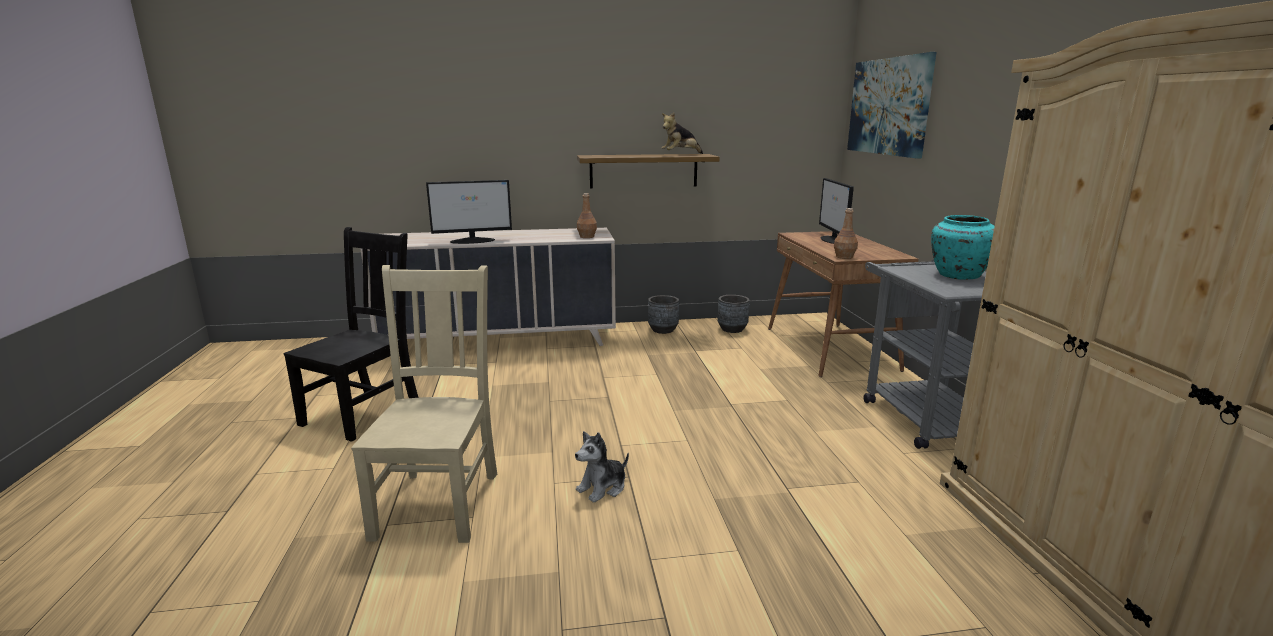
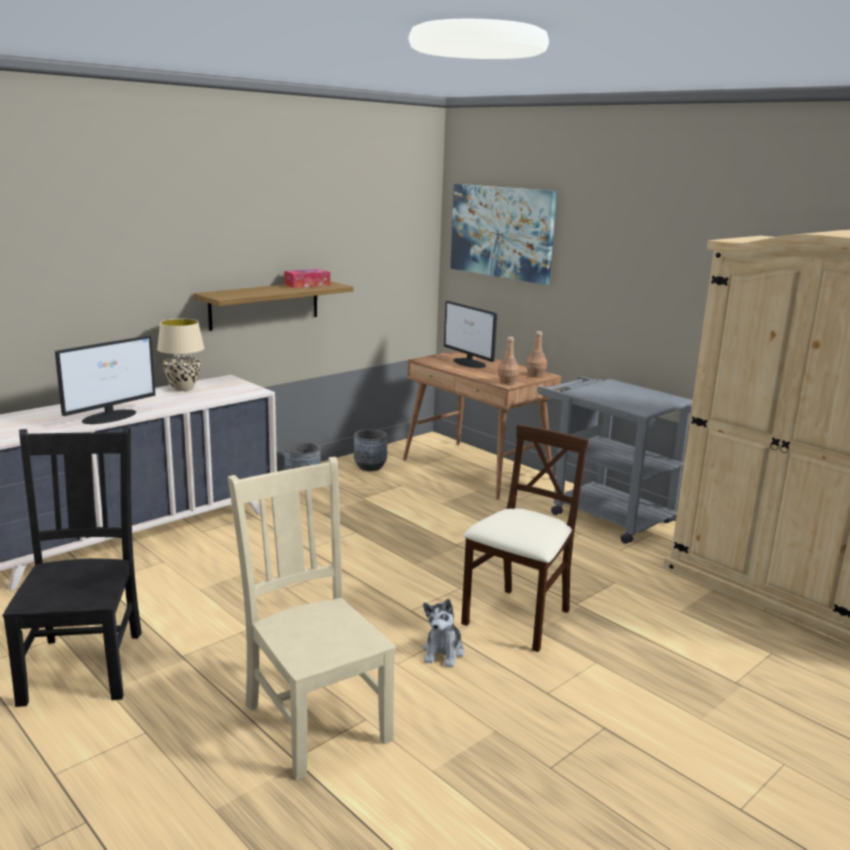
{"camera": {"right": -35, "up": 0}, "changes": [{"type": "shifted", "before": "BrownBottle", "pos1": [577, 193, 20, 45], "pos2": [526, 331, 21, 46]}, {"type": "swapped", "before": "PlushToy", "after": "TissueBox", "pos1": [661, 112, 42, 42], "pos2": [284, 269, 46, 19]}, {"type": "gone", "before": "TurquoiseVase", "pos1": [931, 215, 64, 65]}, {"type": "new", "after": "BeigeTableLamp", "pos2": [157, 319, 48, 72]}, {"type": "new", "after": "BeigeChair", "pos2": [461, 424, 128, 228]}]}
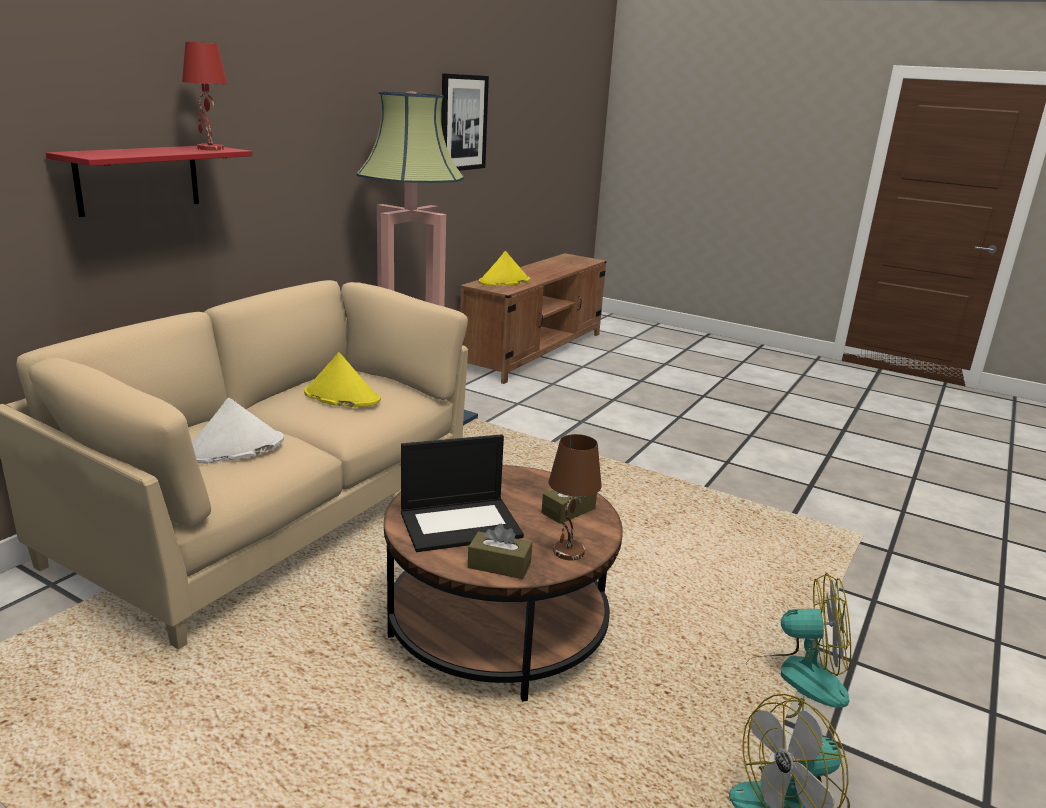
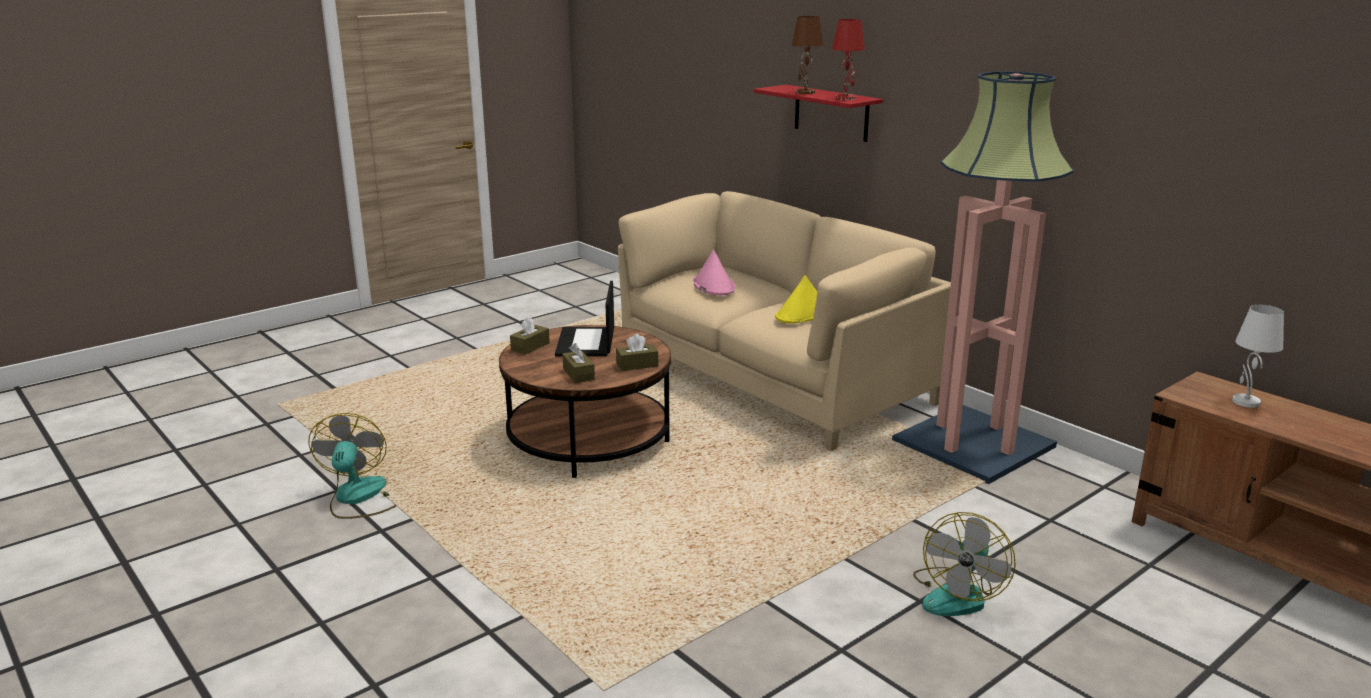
{"camera": {"right": 110, "up": 0}, "changes": [{"type": "repainted", "before": "WhiteHat", "after": "PinkHat", "pos1": [192, 398, 92, 65], "pos2": [693, 250, 42, 45]}, {"type": "gone", "before": "Picture", "pos1": [441, 73, 48, 98]}, {"type": "swapped", "before": "YellowHat", "after": "WhiteTableLamp", "pos1": [479, 251, 51, 35], "pos2": [1232, 305, 52, 103]}, {"type": "shifted", "before": "BrownTableLamp", "pos1": [549, 434, 53, 126], "pos2": [792, 16, 31, 78]}, {"type": "shifted", "before": "Fan", "pos1": [746, 573, 105, 145], "pos2": [913, 512, 103, 104]}, {"type": "new", "after": "BrownTissueBox", "pos2": [616, 334, 42, 37]}]}
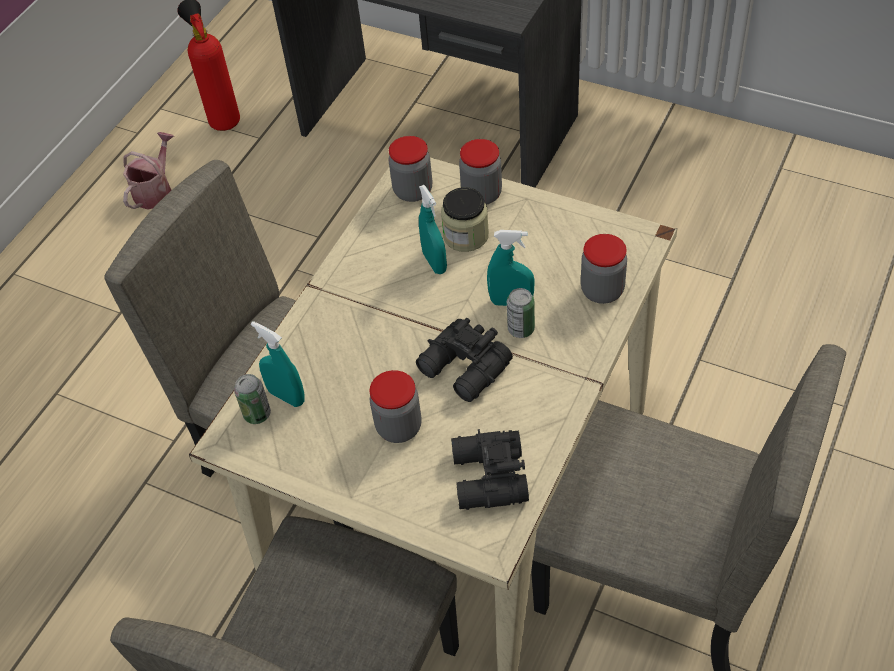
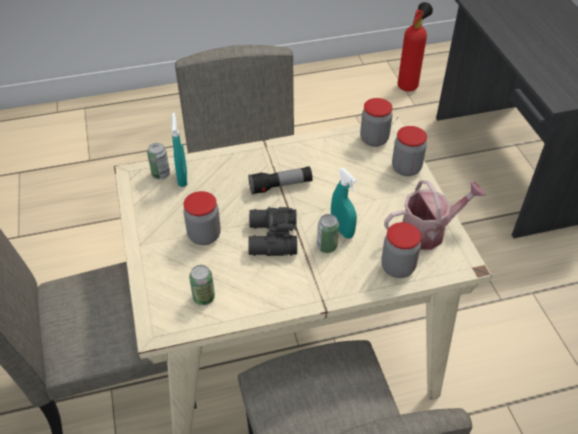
{"camera": {"right": 45, "up": -5}, "changes": [{"type": "shifted", "before": "WateringCan", "pos1": [123, 132, 51, 77], "pos2": [384, 180, 102, 70]}, {"type": "gone", "before": "TurquoiseSprayBottle", "pos1": [419, 185, 28, 89]}, {"type": "gone", "before": "Jar", "pos1": [441, 187, 48, 65]}, {"type": "swapped", "before": "BlackBinoculars", "after": "Can", "pos1": [451, 429, 78, 81], "pos2": [189, 265, 26, 40]}, {"type": "new", "after": "Flashlight", "pos2": [248, 166, 65, 29]}]}
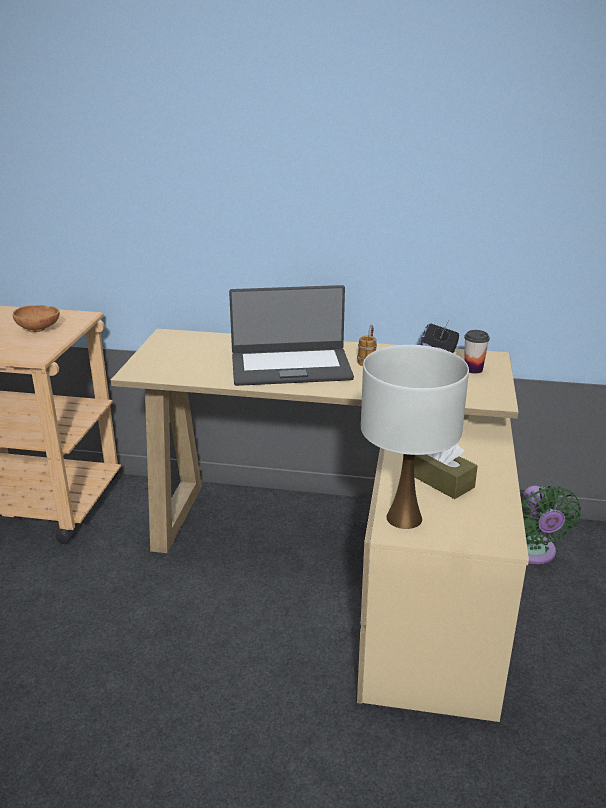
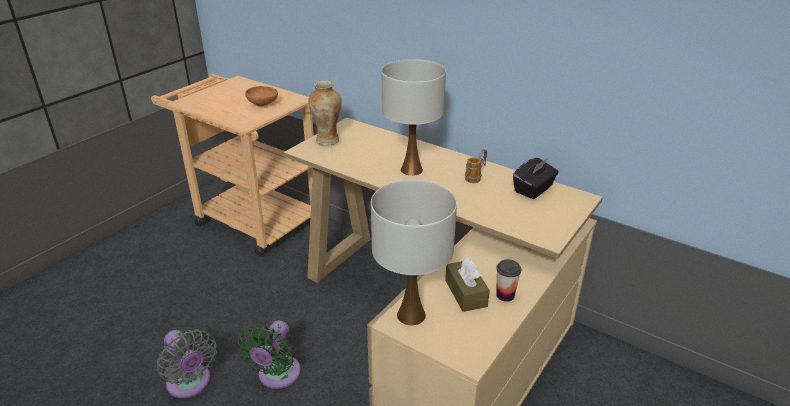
{"camera": {"right": 25, "up": 5}, "changes": [{"type": "swapped", "before": "Laptop", "after": "WhiteTableLamp", "pos1": [229, 285, 125, 101], "pos2": [382, 59, 64, 117]}, {"type": "shifted", "before": "Cup", "pos1": [464, 330, 26, 44], "pos2": [496, 259, 25, 43]}, {"type": "shifted", "before": "GreenFan", "pos1": [522, 486, 59, 78], "pos2": [238, 320, 63, 69]}, {"type": "new", "after": "GreyFan", "pos2": [157, 329, 60, 69]}, {"type": "new", "after": "Vase", "pos2": [308, 81, 34, 65]}]}
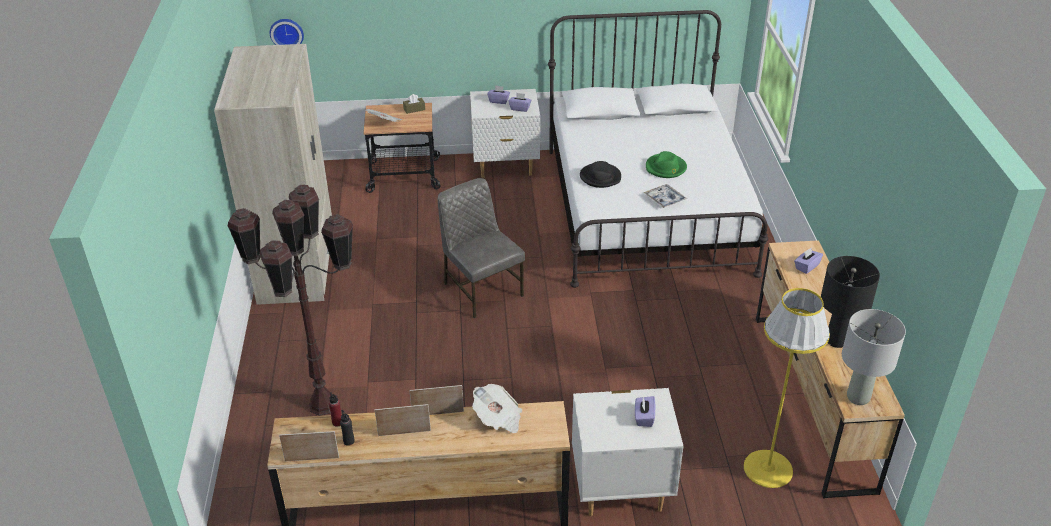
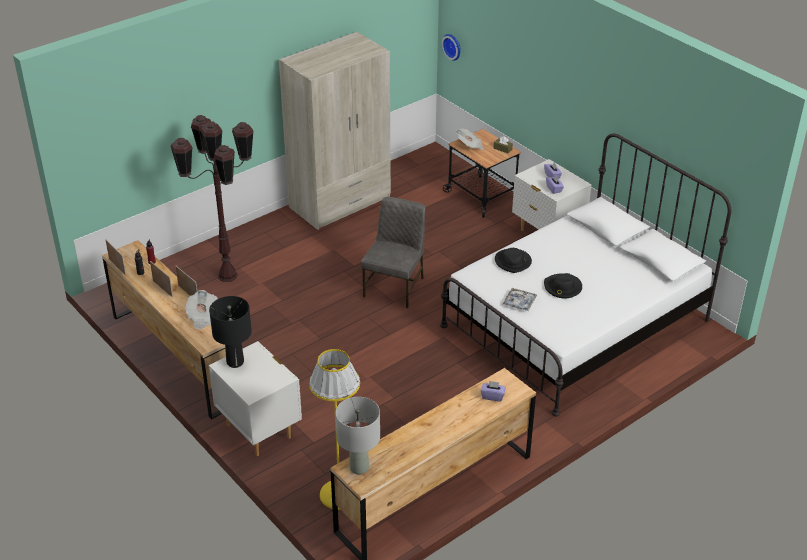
{"camera": {"right": 55, "up": 0}, "changes": [{"type": "gone", "before": "PurpleTissueBox", "pos1": [635, 396, 20, 31]}, {"type": "repainted", "before": "GreenHat", "after": "BlackHat", "pos1": [646, 151, 41, 27], "pos2": [544, 273, 38, 25]}, {"type": "shifted", "before": "BlackTableLamp", "pos1": [821, 256, 59, 92], "pos2": [209, 296, 43, 72]}]}
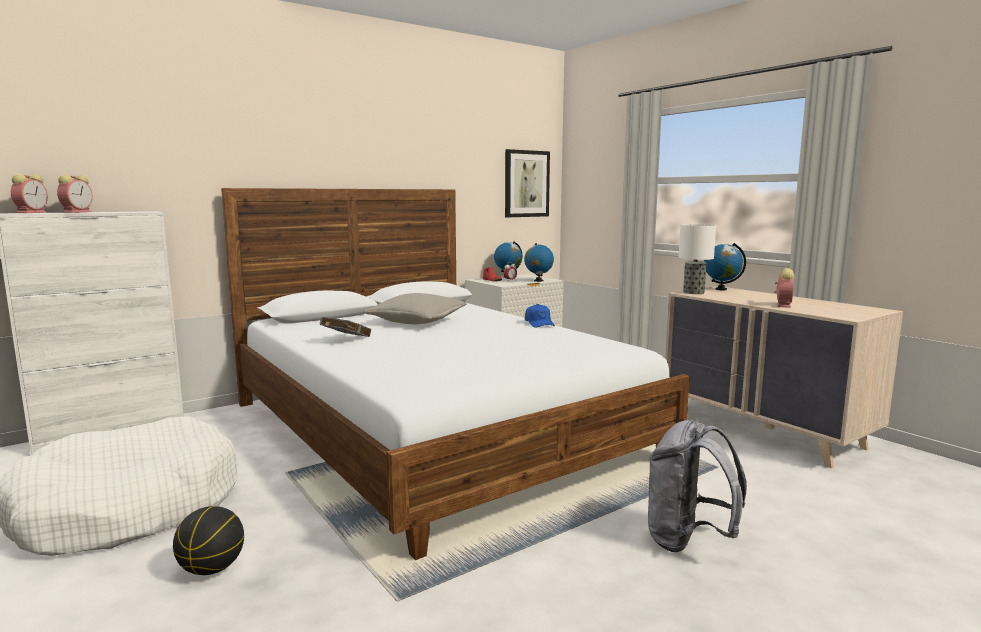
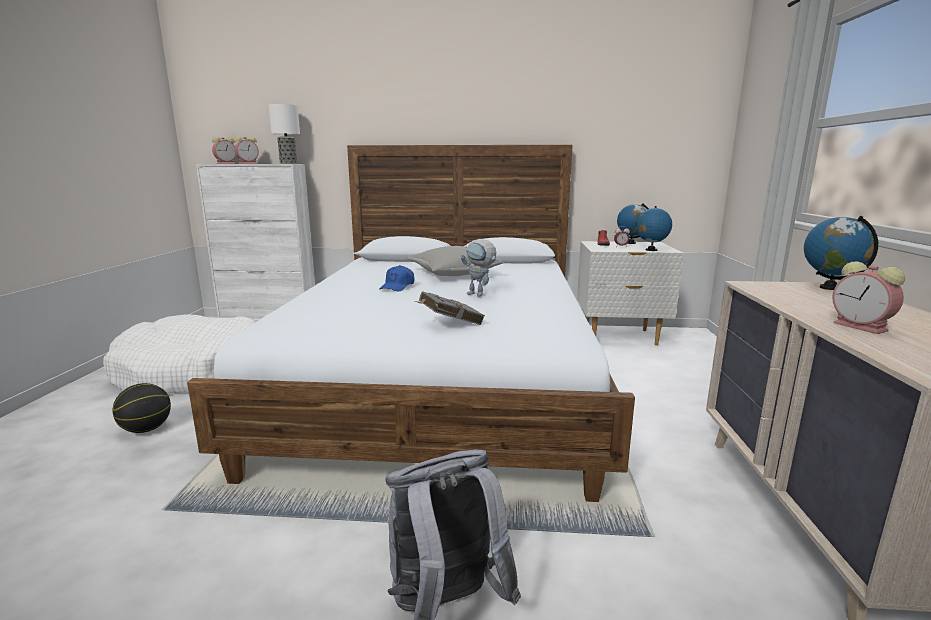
{"camera": {"right": 40, "up": 5}, "changes": [{"type": "shifted", "before": "GreyBook", "pos1": [320, 317, 52, 20], "pos2": [415, 291, 70, 34]}, {"type": "gone", "before": "Picture", "pos1": [505, 149, 45, 68]}, {"type": "shifted", "before": "BlueCap", "pos1": [525, 304, 30, 24], "pos2": [379, 265, 35, 27]}, {"type": "shifted", "before": "TableLamp", "pos1": [678, 224, 38, 70], "pos2": [268, 104, 32, 60]}, {"type": "rotated", "before": "AlarmClock", "pos1": [774, 268, 20, 40], "pos2": [832, 261, 73, 73], "turn": 90}, {"type": "new", "after": "ToyRobot", "pos2": [461, 239, 36, 58]}]}
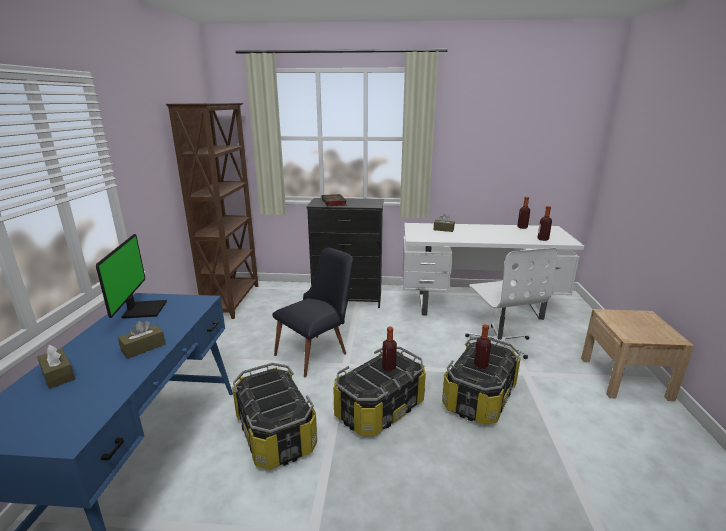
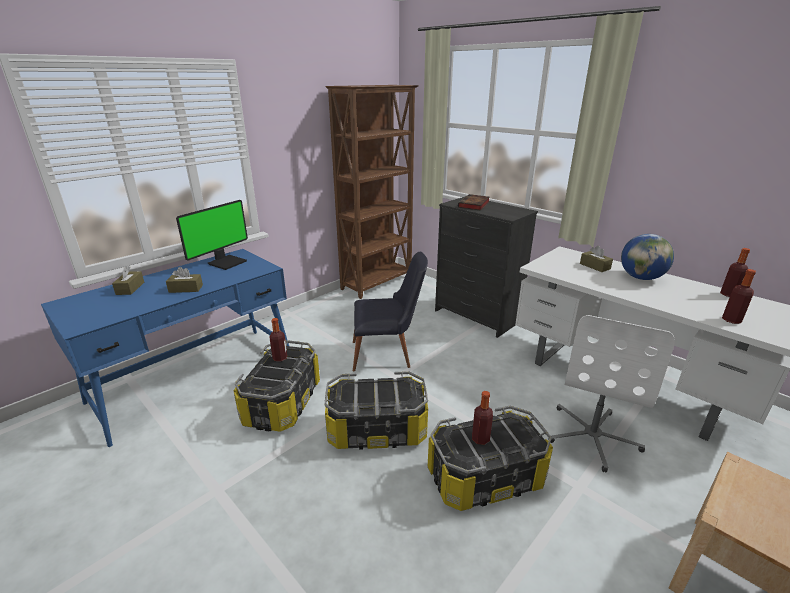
{"camera": {"right": 40, "up": 5}, "changes": [{"type": "shifted", "before": "Bottle", "pos1": [382, 327, 15, 44], "pos2": [269, 318, 18, 44]}, {"type": "new", "after": "Globe", "pos2": [621, 234, 53, 46]}]}
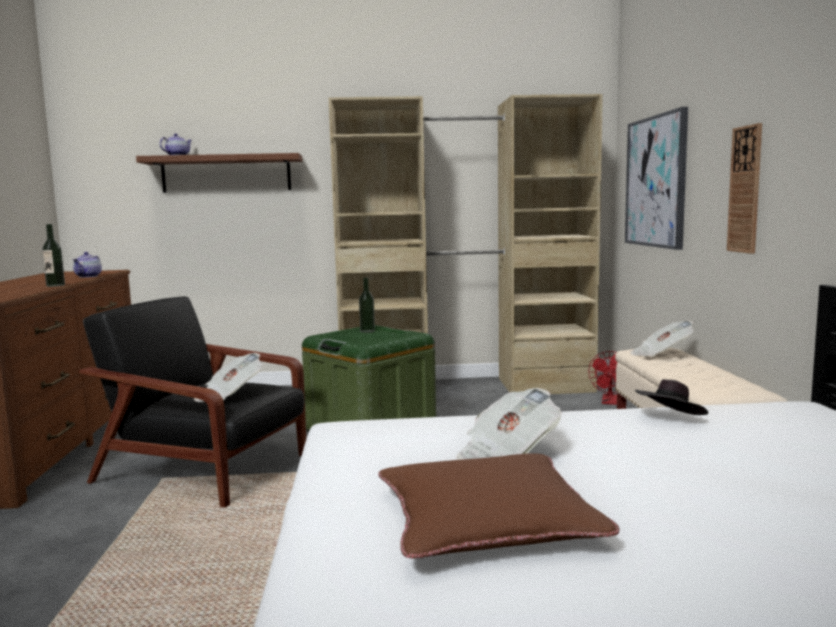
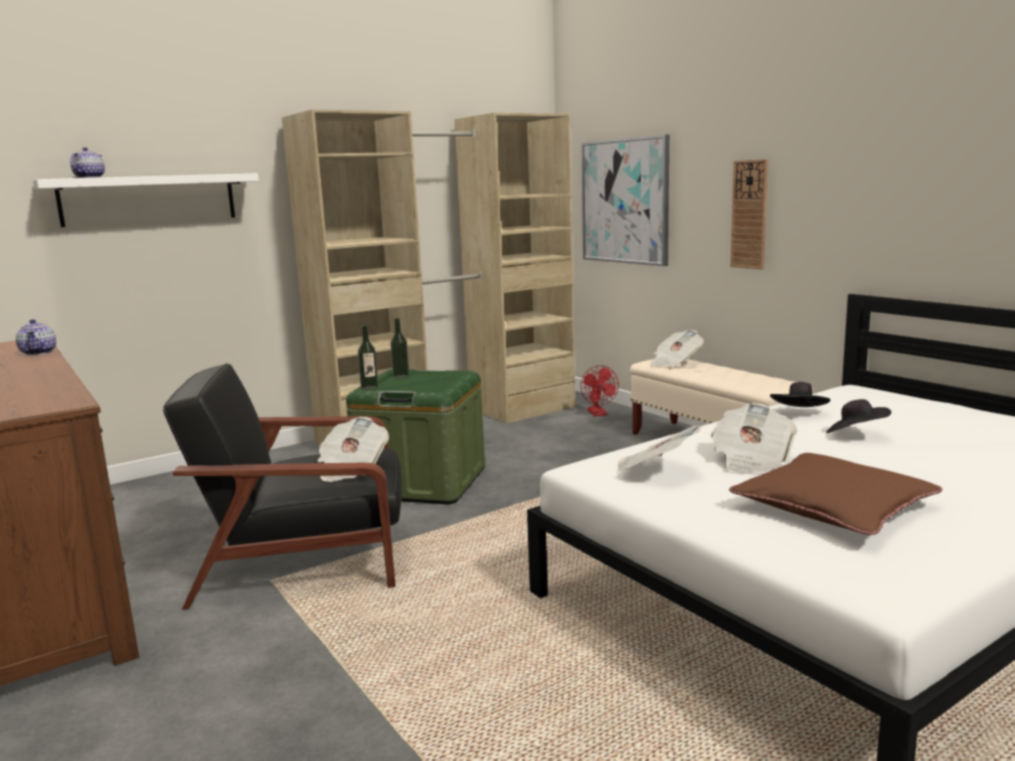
{"camera": {"right": -30, "up": 5}, "changes": [{"type": "shifted", "before": "Bottle", "pos1": [42, 224, 23, 63], "pos2": [358, 325, 20, 65]}, {"type": "repainted", "before": "BrownShelf", "after": "WhiteShelf", "pos1": [136, 153, 166, 40], "pos2": [33, 173, 226, 54]}, {"type": "new", "after": "Newspaper", "pos2": [616, 425, 85, 48]}, {"type": "new", "after": "BlackHat", "pos2": [826, 399, 65, 34]}]}
